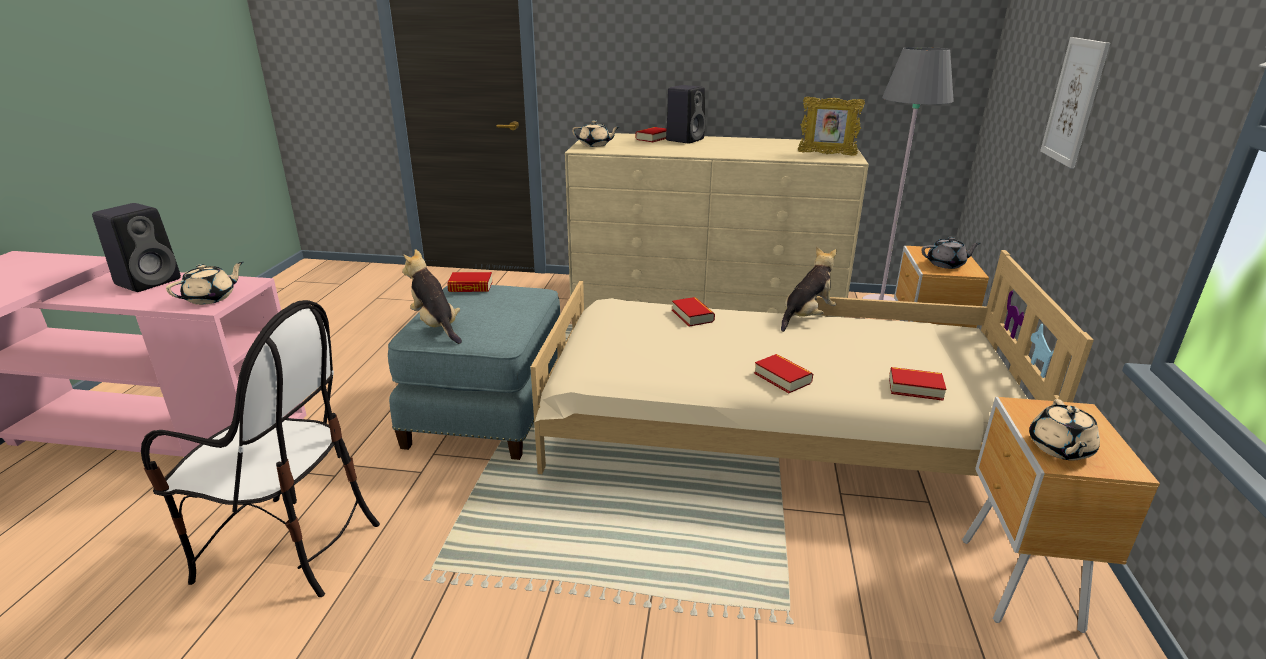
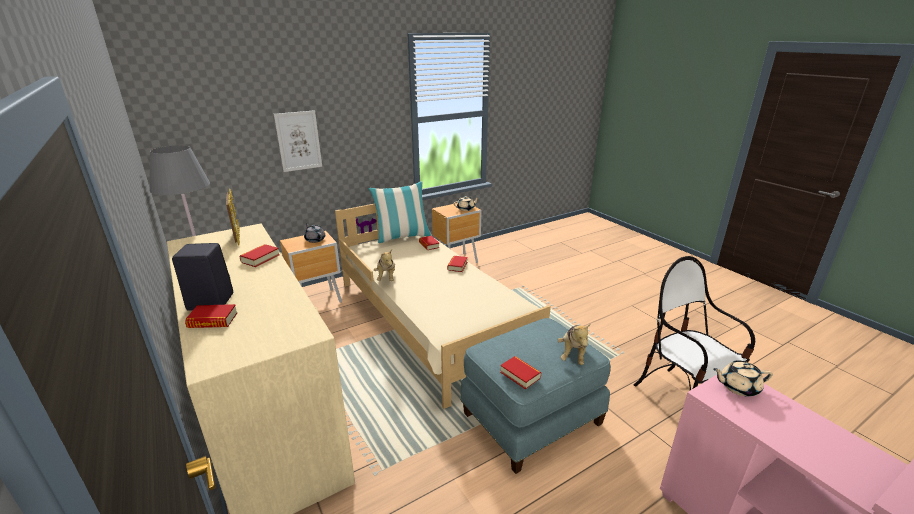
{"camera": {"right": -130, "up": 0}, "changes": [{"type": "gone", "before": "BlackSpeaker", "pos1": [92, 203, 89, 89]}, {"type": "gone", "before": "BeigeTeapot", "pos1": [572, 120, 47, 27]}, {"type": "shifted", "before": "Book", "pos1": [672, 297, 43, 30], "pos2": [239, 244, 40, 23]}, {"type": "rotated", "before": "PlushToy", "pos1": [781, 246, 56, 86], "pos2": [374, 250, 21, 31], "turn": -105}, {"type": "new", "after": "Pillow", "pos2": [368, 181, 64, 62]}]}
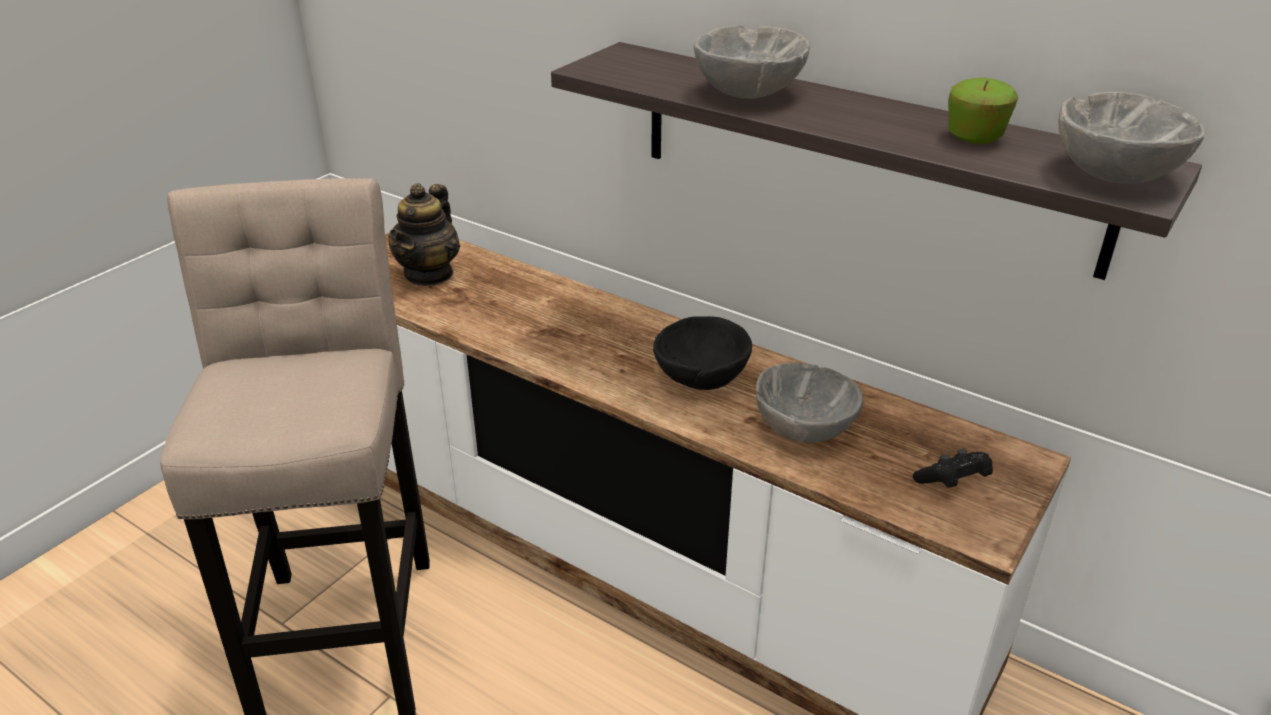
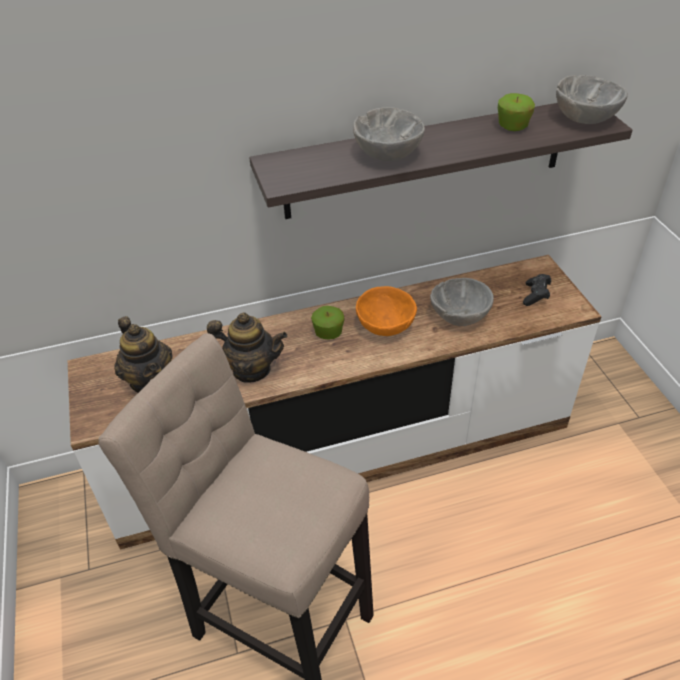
{"camera": {"right": -50, "up": 10}, "changes": [{"type": "repainted", "before": "BlackBowl", "after": "OrangeBowl", "pos1": [653, 316, 99, 74], "pos2": [356, 286, 61, 50]}, {"type": "new", "after": "Teapot", "pos2": [207, 312, 81, 71]}, {"type": "new", "after": "Apple", "pos2": [311, 306, 34, 34]}]}
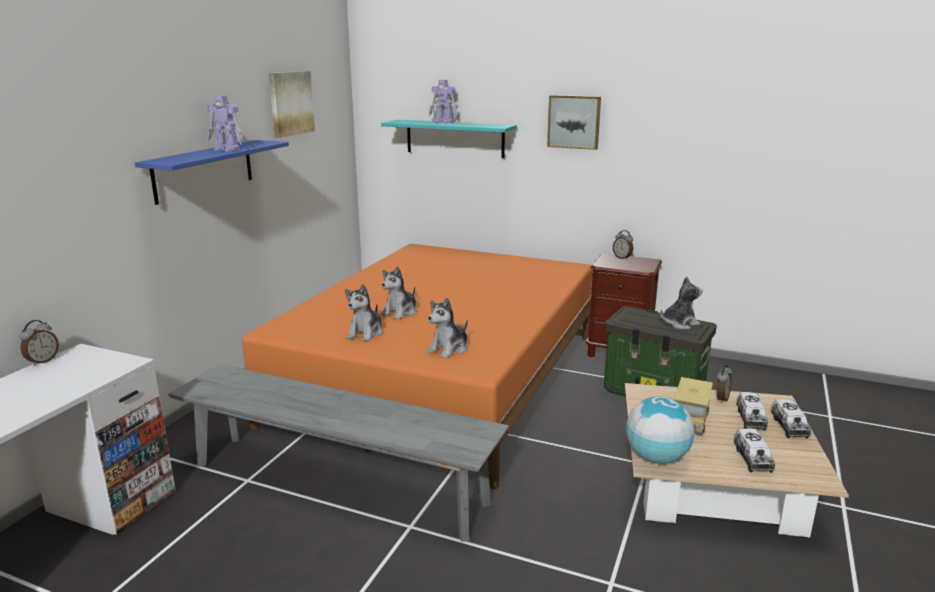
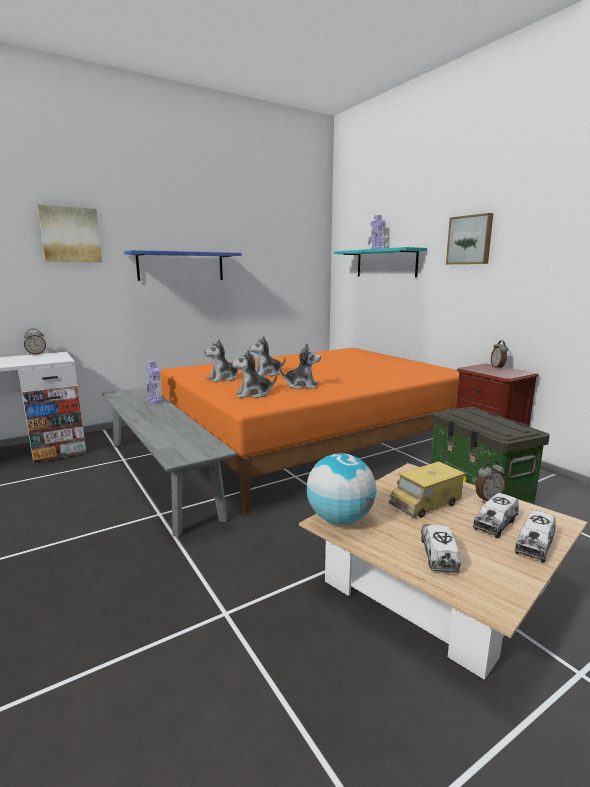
{"camera": {"right": 35, "up": -5}, "changes": [{"type": "shifted", "before": "ToyRobot", "pos1": [207, 95, 36, 56], "pos2": [146, 361, 17, 42]}, {"type": "shifted", "before": "Picture", "pos1": [269, 71, 46, 67], "pos2": [38, 205, 64, 57]}, {"type": "shifted", "before": "PlushToy", "pos1": [661, 276, 42, 53], "pos2": [280, 343, 41, 46]}, {"type": "rotated", "before": "ToyTruck", "pos1": [734, 428, 41, 45], "pos2": [421, 524, 39, 49], "turn": 150}]}
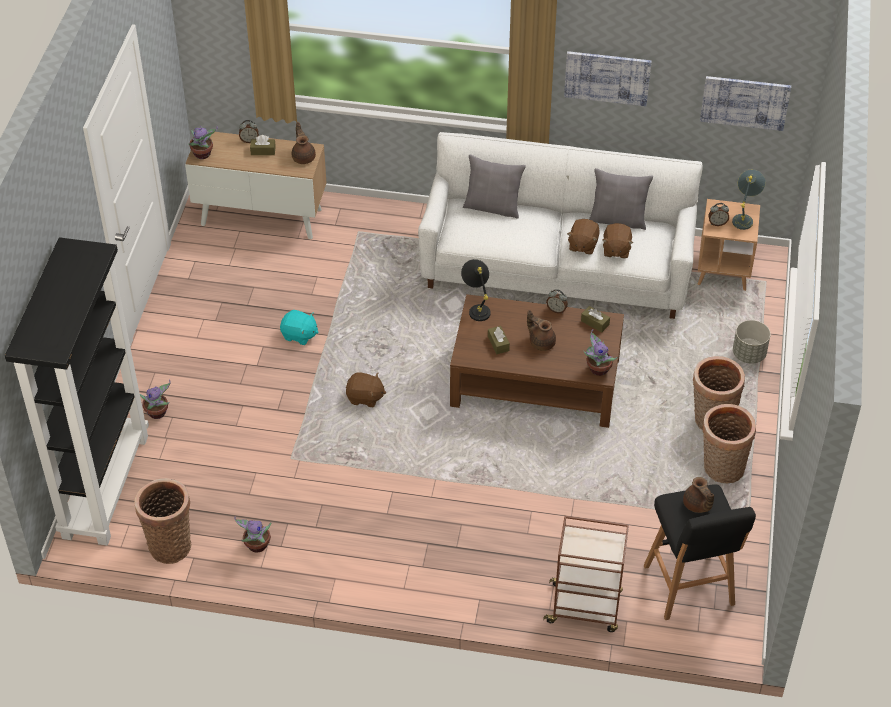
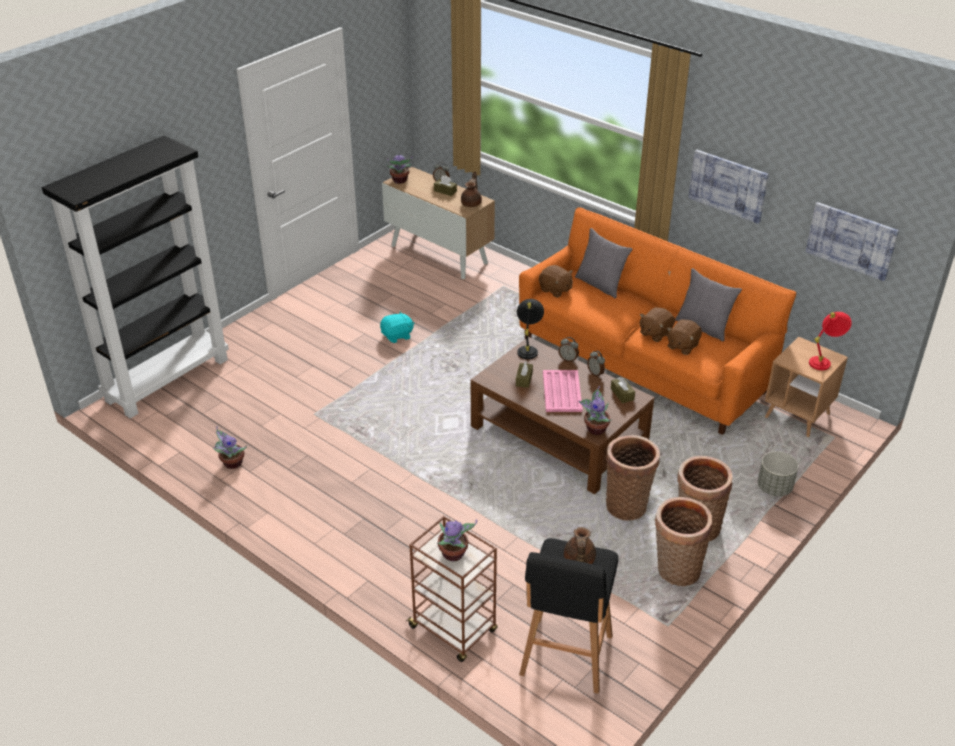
{"camera": {"right": 30, "up": -10}, "changes": [{"type": "shifted", "before": "Basket", "pos1": [134, 478, 58, 86], "pos2": [606, 435, 54, 86]}, {"type": "shifted", "before": "PottedPlant", "pos1": [140, 380, 31, 39], "pos2": [437, 520, 40, 41]}, {"type": "rotated", "before": "TurquoisePlushToy", "pos1": [280, 310, 38, 35], "pos2": [380, 311, 34, 32], "turn": -75}, {"type": "shifted", "before": "BrownPlushToy", "pos1": [346, 372, 40, 35], "pos2": [539, 265, 34, 33]}, {"type": "repainted", "before": "WhiteSofa", "after": "OrangeSofa", "pos1": [418, 132, 285, 187], "pos2": [519, 207, 277, 228]}, {"type": "swapped", "before": "BrownTeapot", "after": "PinkTray", "pos1": [527, 310, 29, 41], "pos2": [543, 370, 39, 42]}, {"type": "shifted", "before": "AlarmClock", "pos1": [708, 203, 21, 23], "pos2": [558, 337, 21, 25]}, {"type": "repainted", "before": "GreyTableLamp", "after": "RedTableLamp", "pos1": [732, 169, 34, 61], "pos2": [809, 312, 43, 58]}]}
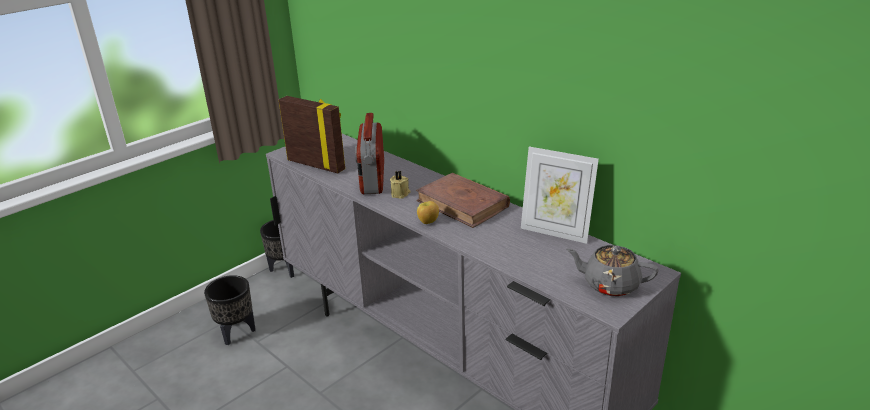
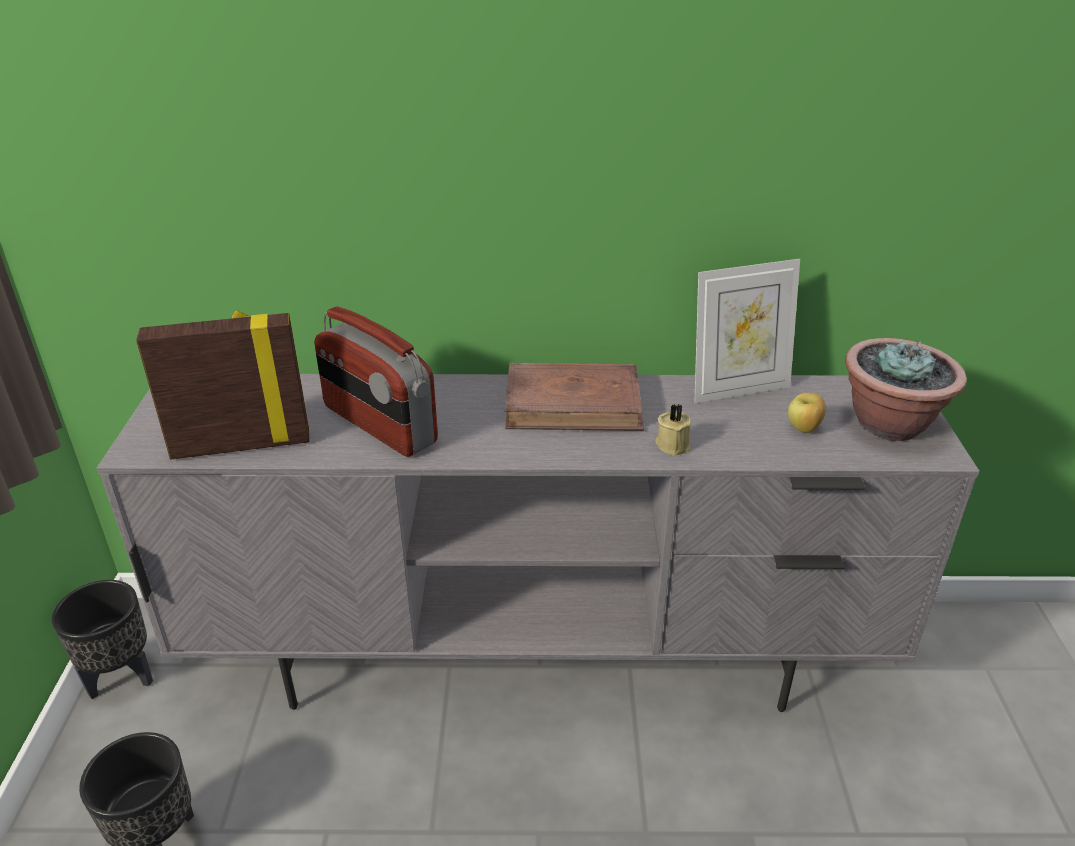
{"camera": {"right": -45, "up": 5}, "changes": [{"type": "shifted", "before": "BeigeCandle", "pos1": [390, 171, 20, 28], "pos2": [655, 404, 36, 52]}, {"type": "shifted", "before": "Apple", "pos1": [417, 201, 22, 23], "pos2": [788, 393, 38, 40]}, {"type": "swapped", "before": "GreyTeapot", "after": "PottedPlant", "pos1": [566, 245, 93, 51], "pos2": [845, 338, 122, 103]}]}
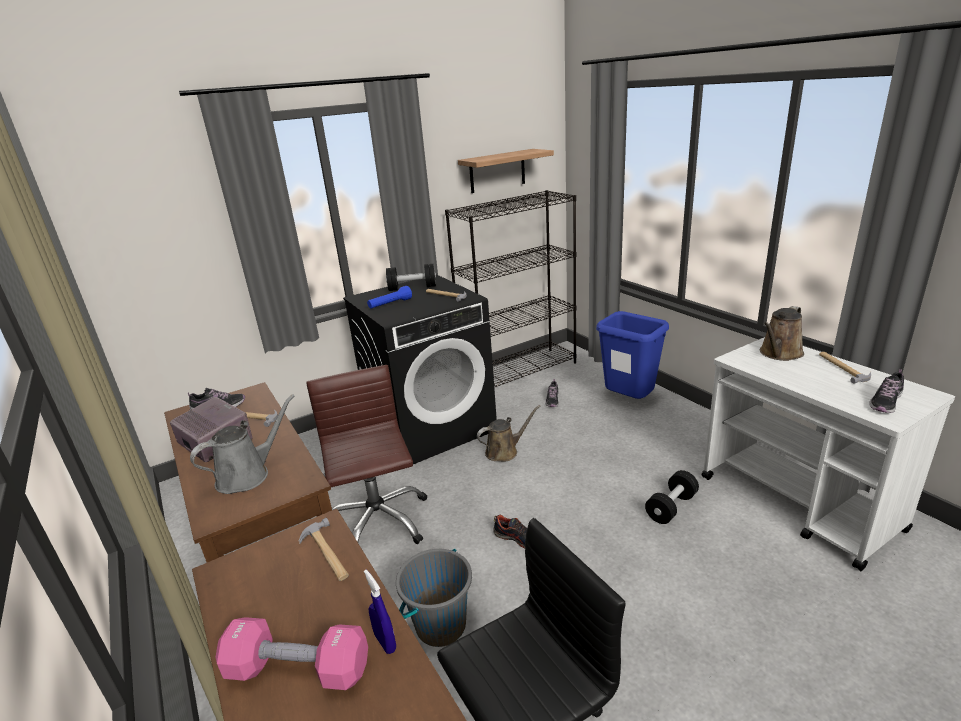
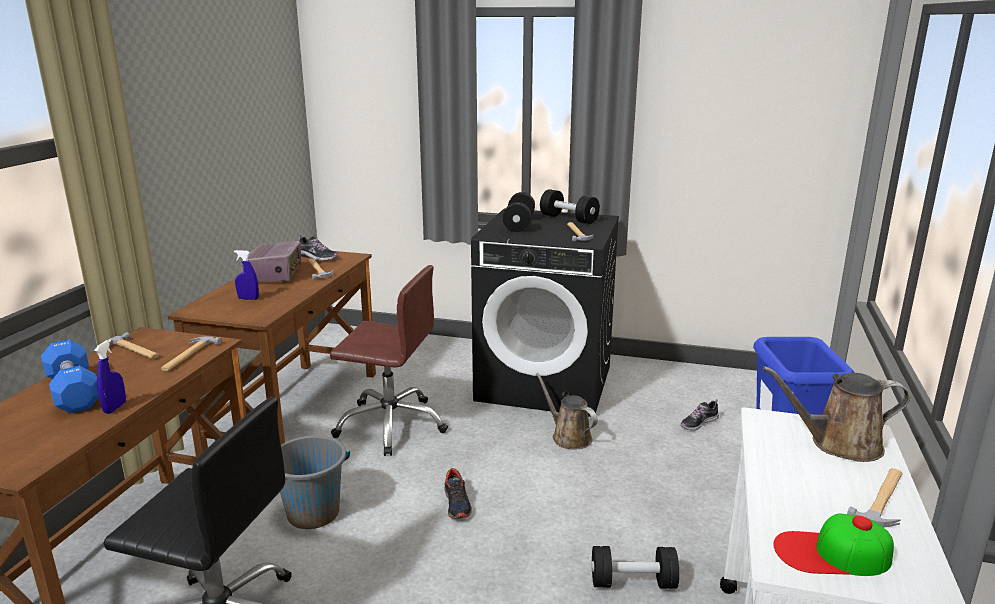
{"camera": {"right": 45, "up": -5}, "changes": [{"type": "swapped", "before": "GreyWateringCan", "after": "BlueSprayBottle", "pos1": [190, 394, 104, 100], "pos2": [234, 250, 25, 50]}, {"type": "repainted", "before": "PinkDumbbell", "after": "BlueDumbbell", "pos1": [215, 617, 153, 73], "pos2": [41, 339, 58, 74]}, {"type": "rotated", "before": "BrownOfficeChair", "pos1": [306, 365, 121, 179], "pos2": [330, 265, 118, 191], "turn": 75}, {"type": "swapped", "before": "BlueFlashlight", "after": "BlackDumbbell", "pos1": [367, 286, 45, 23], "pos2": [503, 192, 32, 40]}, {"type": "gone", "before": "BlackBookcase", "pos1": [445, 190, 131, 197]}, {"type": "gone", "before": "Shelf", "pos1": [458, 149, 96, 44]}, {"type": "rotated", "before": "BrownWateringCan", "pos1": [477, 405, 64, 57], "pos2": [536, 373, 62, 76], "turn": -150}, {"type": "swapped", "before": "Shoe", "after": "Cap", "pos1": [869, 369, 35, 44], "pos2": [774, 514, 120, 62]}, {"type": "new", "after": "Hammer", "pos2": [108, 332, 51, 27]}]}
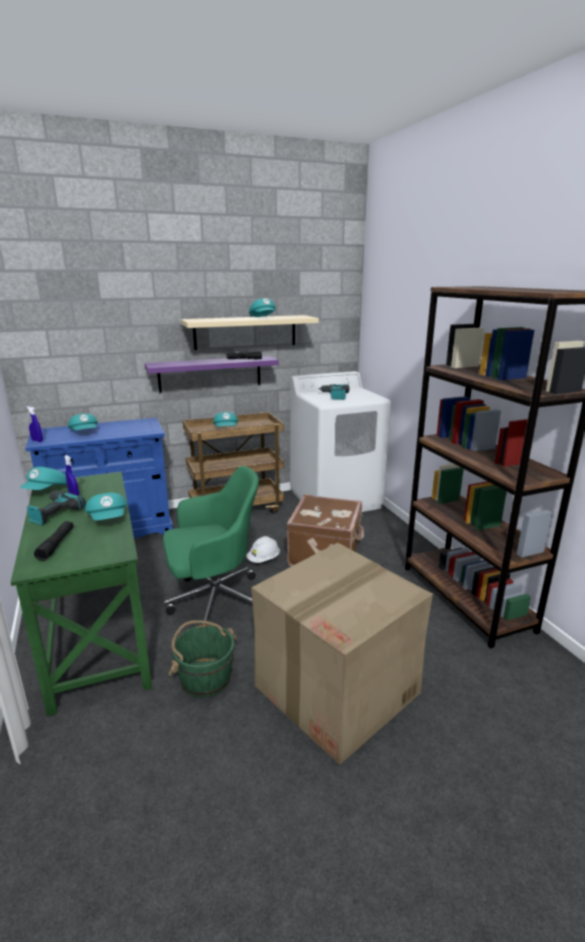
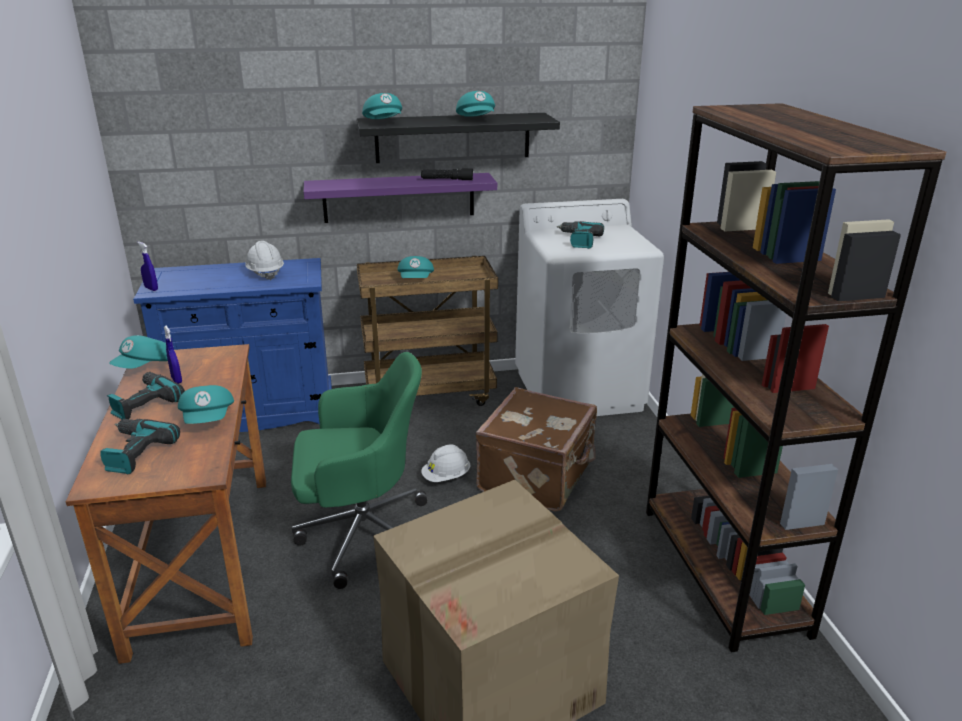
{"camera": {"right": 10, "up": 5}, "changes": [{"type": "repainted", "before": "GreenDesk", "after": "BrownDesk", "pos1": [11, 472, 141, 244], "pos2": [66, 344, 200, 320]}, {"type": "swapped", "before": "BlackFlashlight", "after": "PowerDrill", "pos1": [34, 521, 40, 40], "pos2": [101, 419, 79, 55]}, {"type": "shifted", "before": "TurquoiseCap", "pos1": [68, 413, 30, 17], "pos2": [362, 93, 40, 26]}, {"type": "gone", "before": "GreenBucket", "pos1": [168, 620, 69, 78]}, {"type": "repainted", "before": "BeigeShelf", "after": "BlackShelf", "pos1": [181, 315, 138, 35], "pos2": [356, 113, 204, 50]}, {"type": "new", "after": "WhiteHardHat", "pos2": [246, 241, 38, 40]}]}
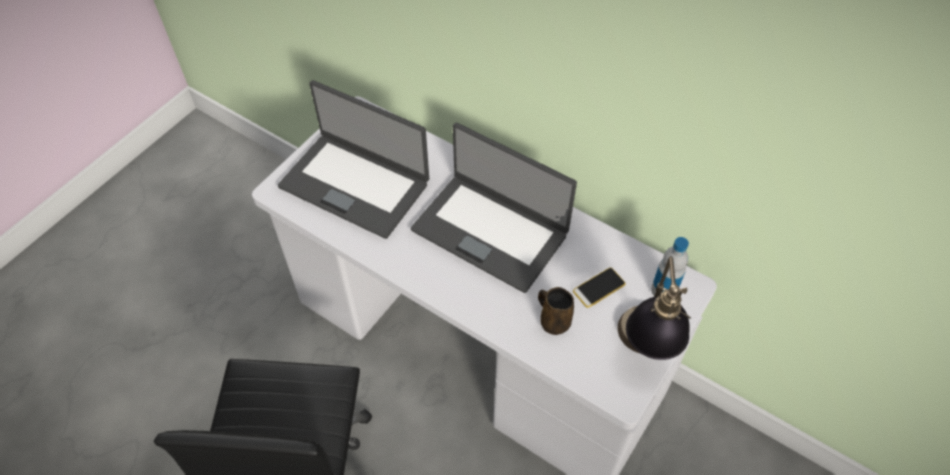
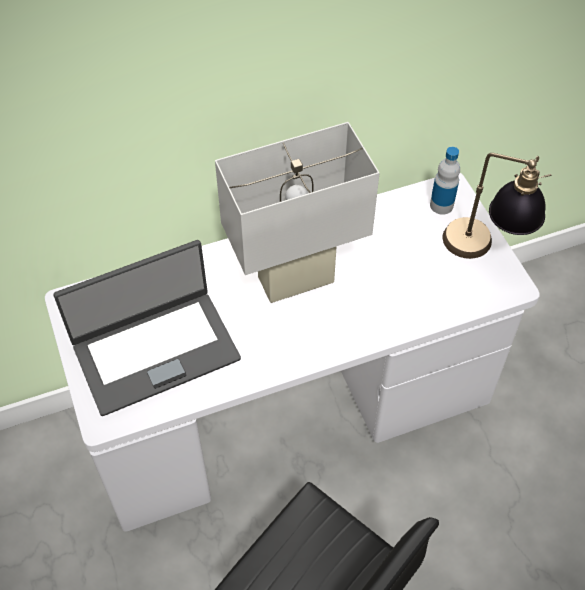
{"camera": {"right": -55, "up": 0}, "changes": [{"type": "swapped", "before": "Laptop", "after": "WhiteTableLamp", "pos1": [411, 123, 166, 170], "pos2": [215, 122, 165, 181]}, {"type": "gone", "before": "BrownMug", "pos1": [538, 287, 36, 48]}, {"type": "gone", "before": "Phone", "pos1": [573, 268, 53, 40]}]}
